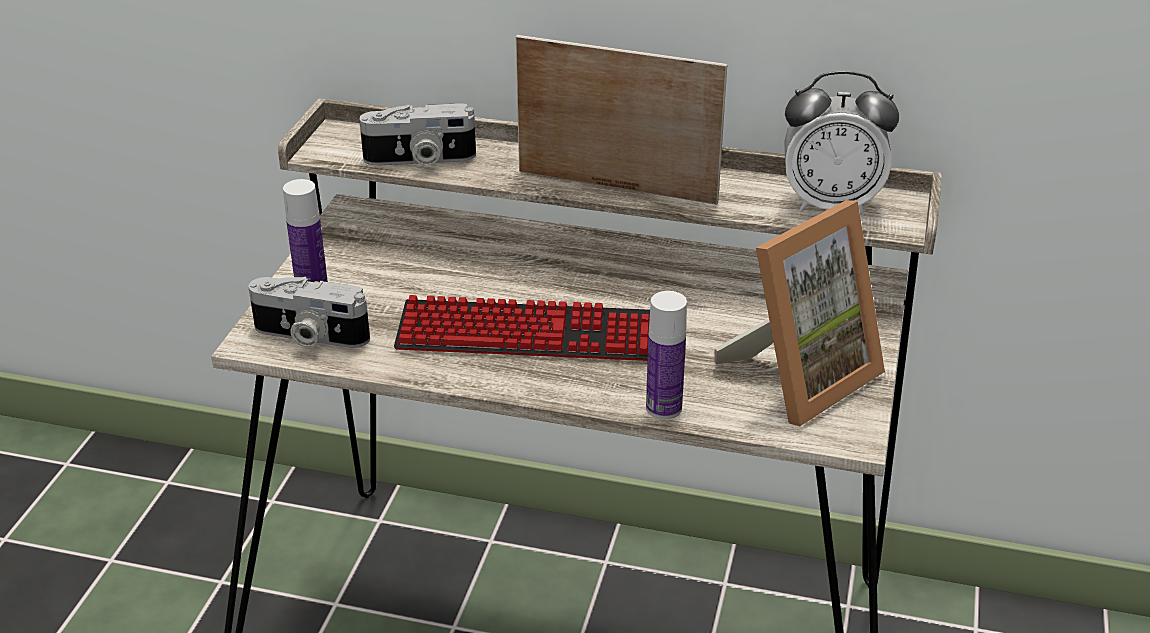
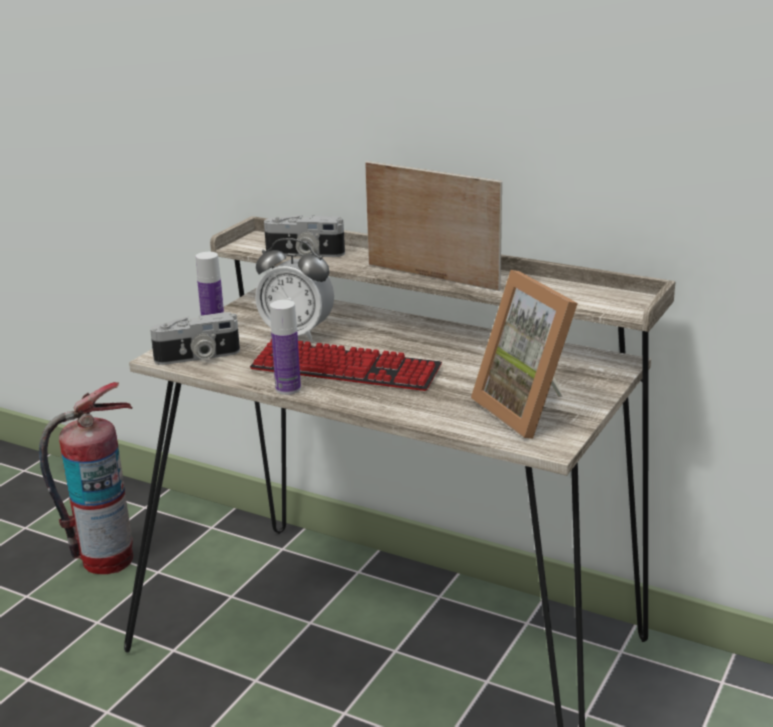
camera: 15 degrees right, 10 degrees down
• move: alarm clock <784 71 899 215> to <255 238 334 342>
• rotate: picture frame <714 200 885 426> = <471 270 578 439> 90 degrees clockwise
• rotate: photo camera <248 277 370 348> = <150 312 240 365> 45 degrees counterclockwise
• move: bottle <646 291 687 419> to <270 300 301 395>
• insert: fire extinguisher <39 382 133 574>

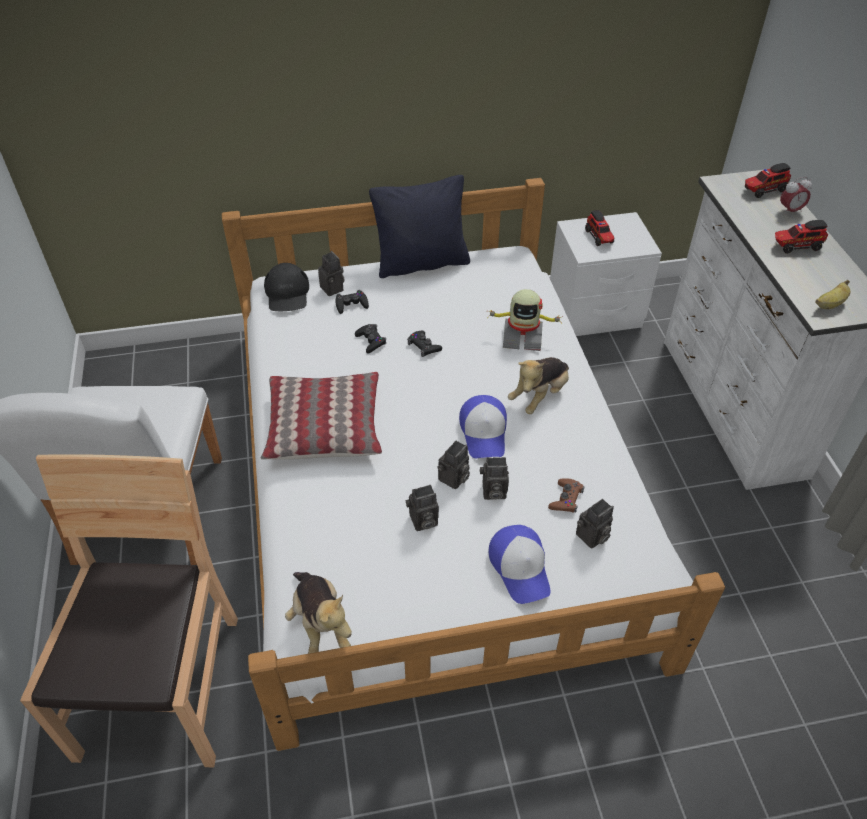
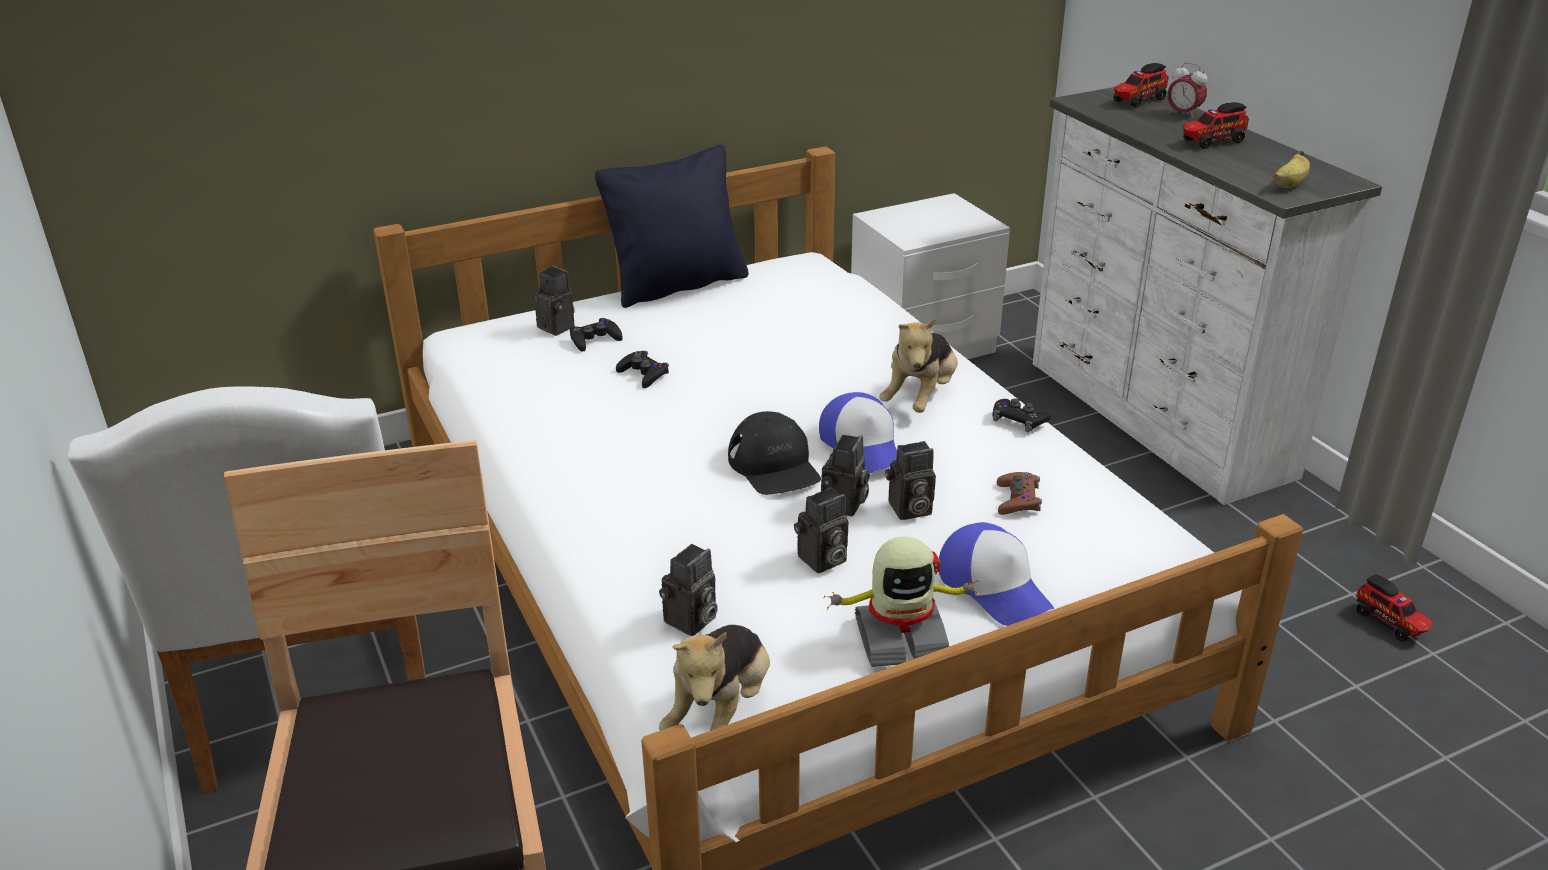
camera: 15 degrees left, 15 degrees down
• rotate: alarm clock <780 177 812 215> = <1167 62 1207 119> 75 degrees clockwise
• move: toy truck <585 210 614 246> to <1356 574 1433 642>
• move: black cap <264 263 309 311> to <728 411 821 495>
• move: toy robot <488 289 563 351> to <824 536 979 667>
• move: black game controller <407 331 442 357> to <993 398 1051 433>
• delete: pillow <261 372 382 460>
• move: photo camera <576 499 614 549> to <659 544 718 636>
• rotate: plush toy <285 572 352 654> = <659 625 770 731> 60 degrees clockwise

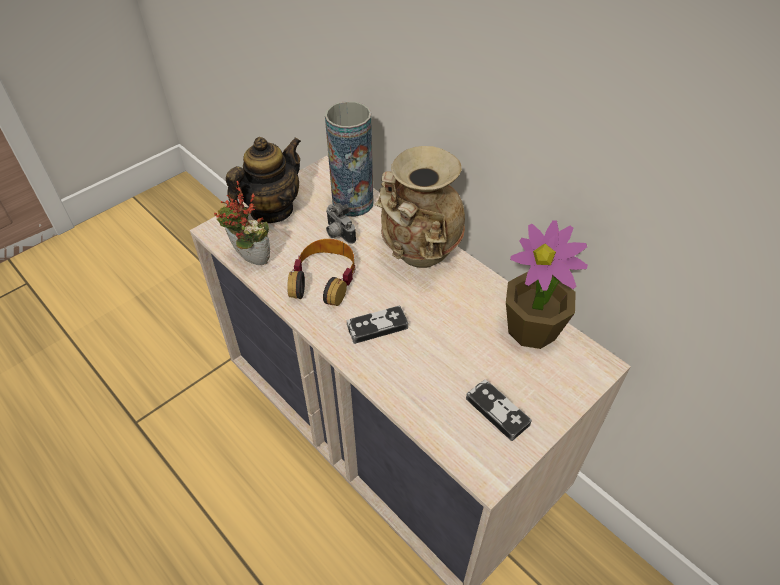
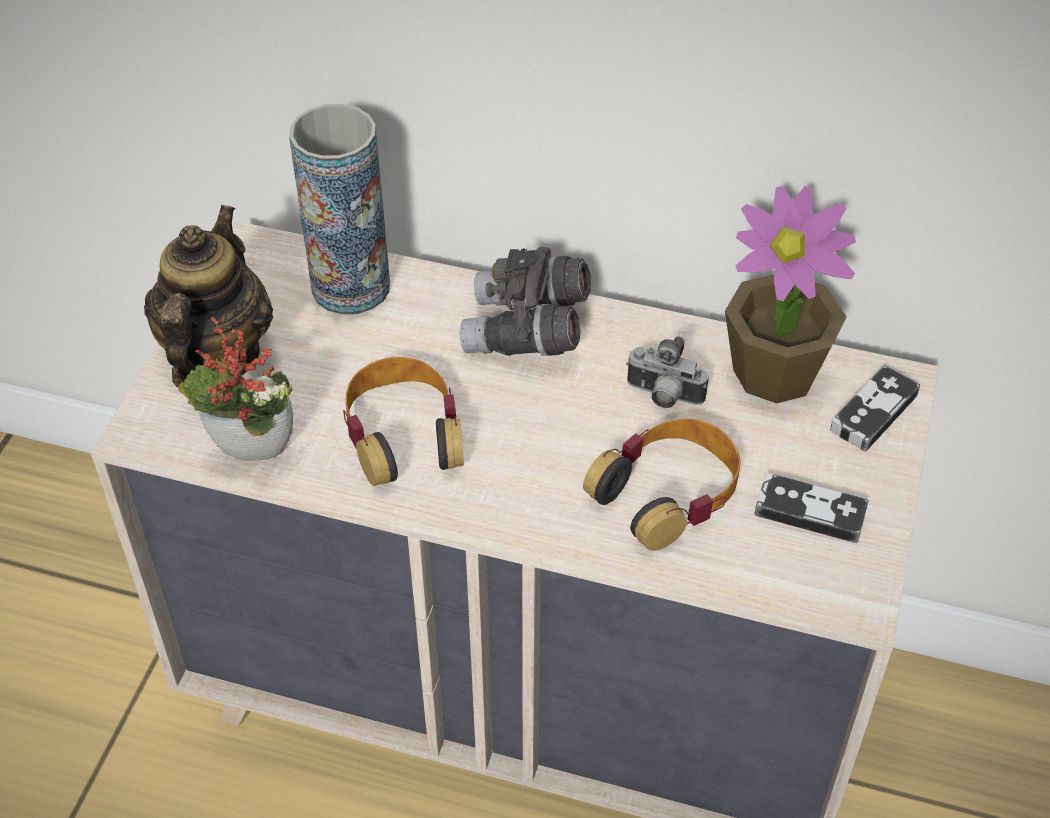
camera: 30 degrees left, 0 degrees up
• replace: beige vase <374 146 465 268> to grey binoculars <459 246 591 356>
• move: photo camera <326 203 356 244> to <626 336 708 408>
• move: game controller <347 305 408 344> to <830 365 920 452>
• insert: headphones <583 419 741 550>

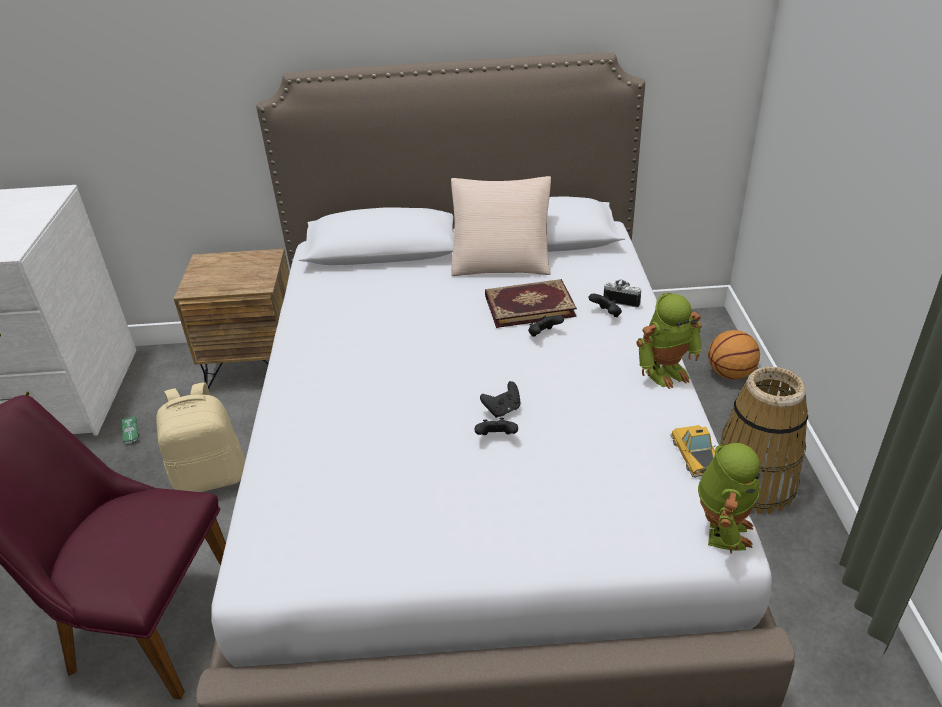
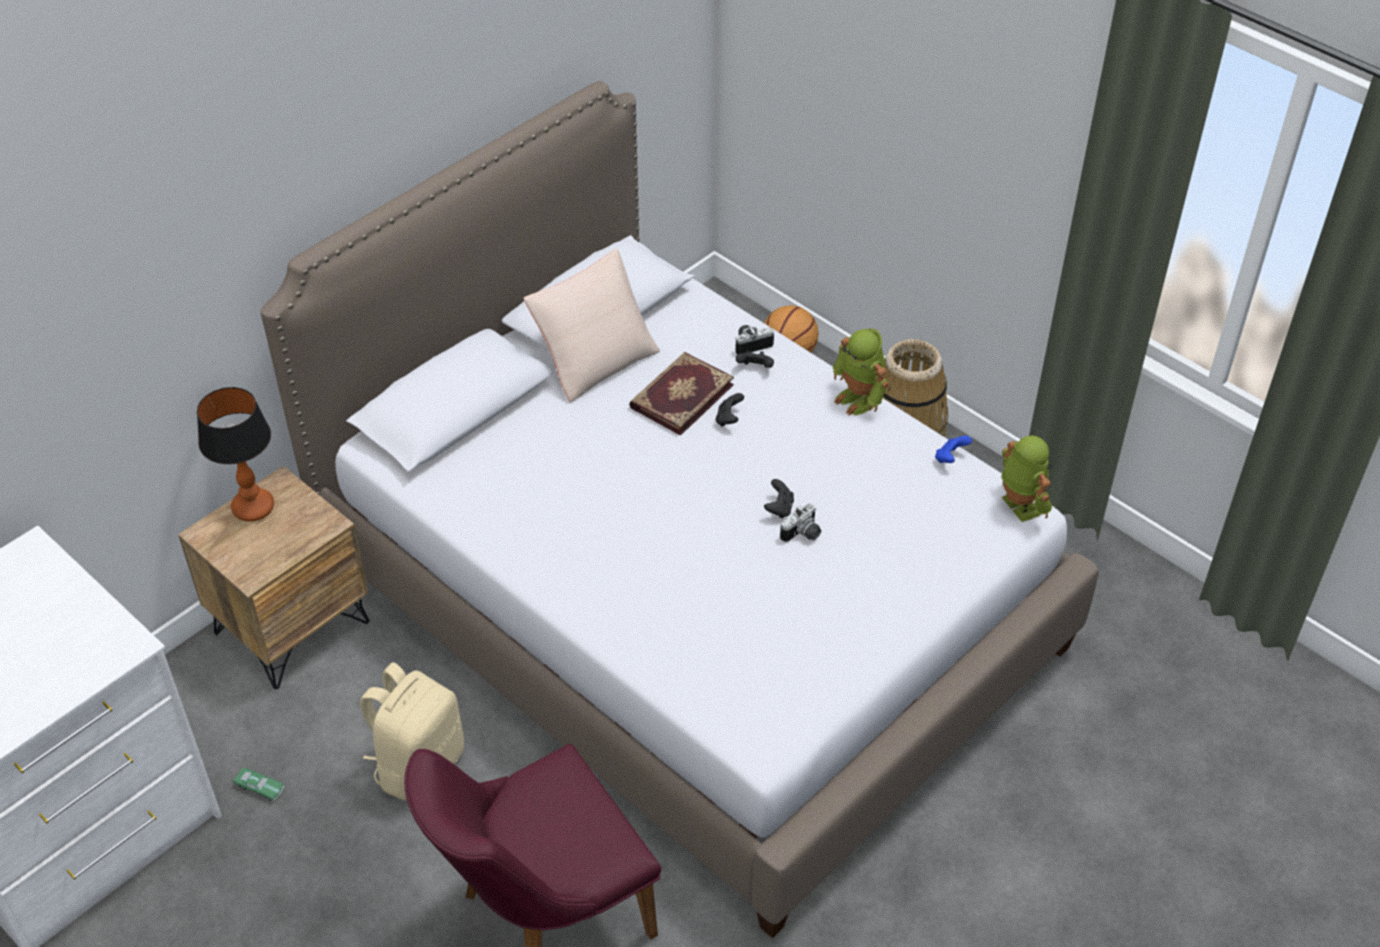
camera: 45 degrees left, 10 degrees up
• rotate: toy robot <636 293 702 389> = <833 328 889 416> 120 degrees clockwise
• replace: black game controller <475 418 518 435> to photo camera <780 503 821 542>
• replace: toy car <670 425 715 478> to blue game controller <935 436 972 463>
• insert: table lamp <197 387 274 522>

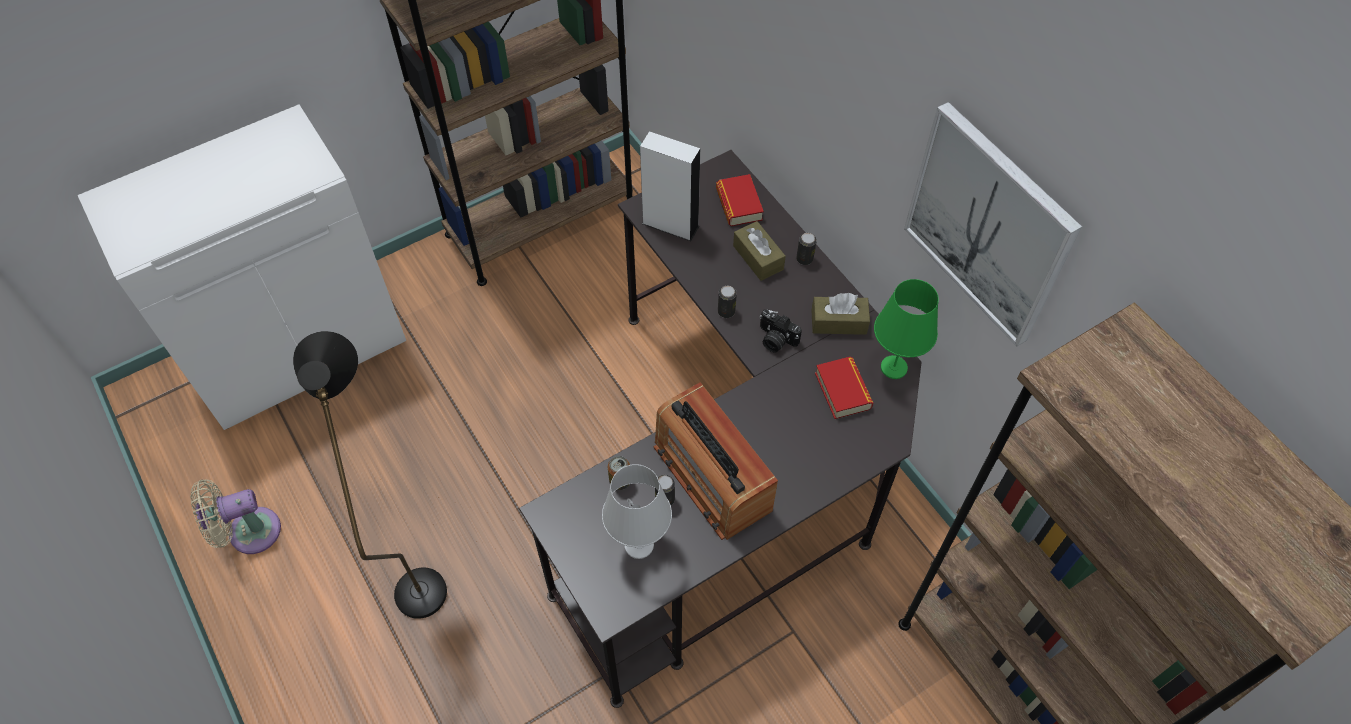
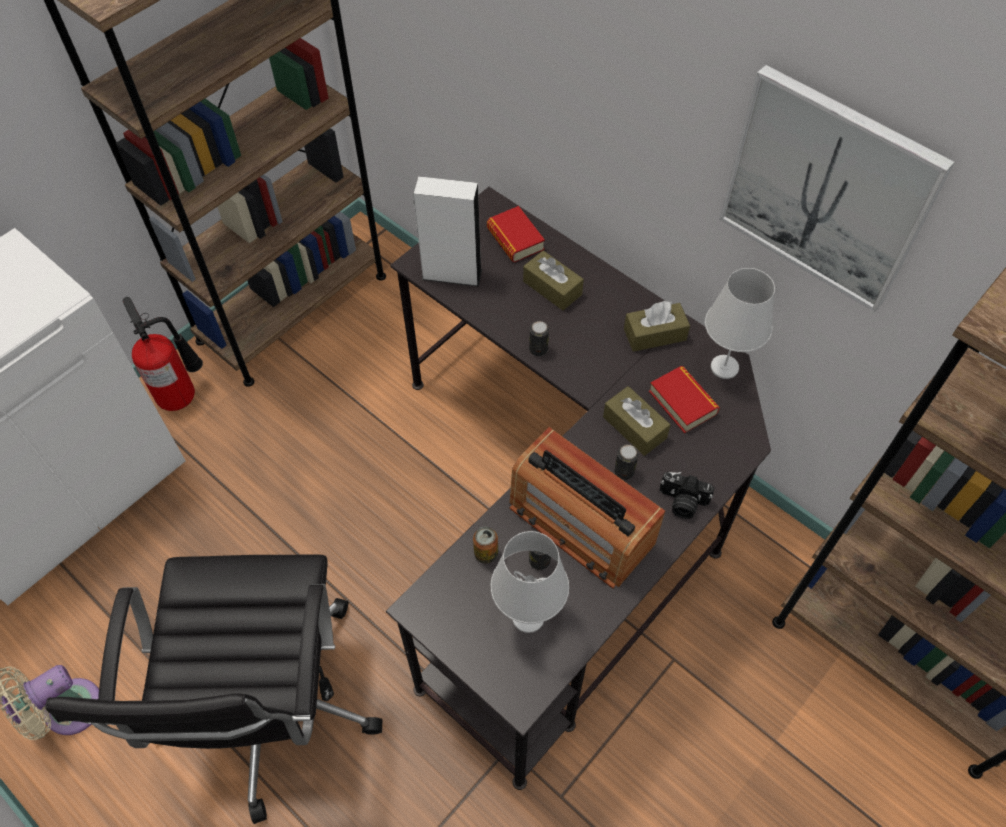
camera: 15 degrees left, 0 degrees up
• move: can <796 233 817 265> to <614 444 639 480>
• recolor: green table lamp <874 279 939 379> to white table lamp <705 268 775 379>
• move: photo camera <760 309 802 353> to <660 472 715 519>
• replace: black floor lamp <293 331 447 619> to black office chair <45 554 382 824>
• insert: fire extinguisher <123 297 203 411>
• insert: brown tissue box <603 386 671 456>

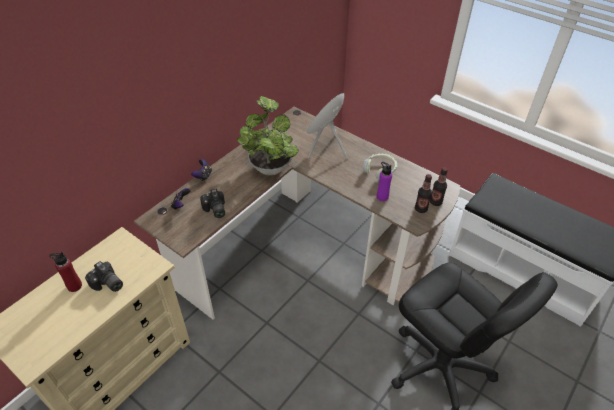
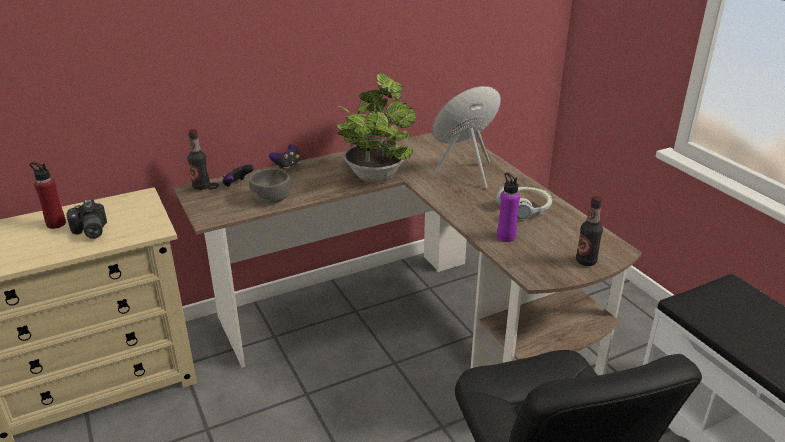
camera: 25 degrees right, 15 degrees down
• move: bottle <415 174 432 213> to <188 129 210 190>
• replace: photo camera <200 189 225 218> to grey bowl <249 169 291 204>

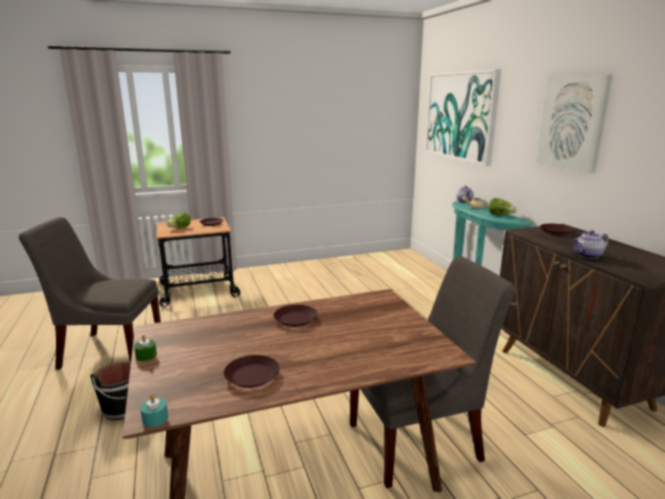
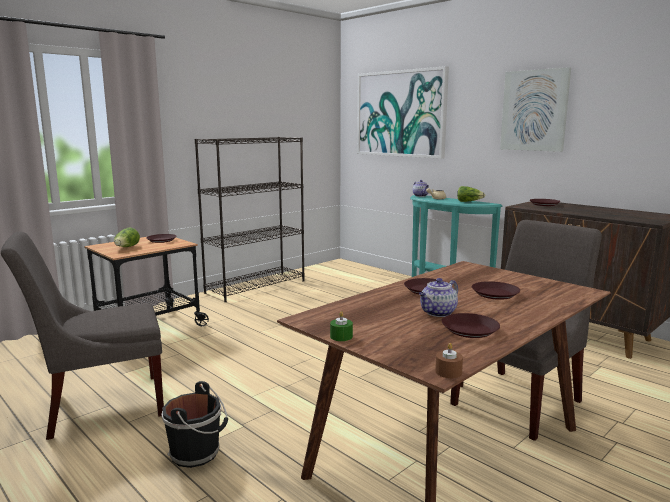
camera: 25 degrees left, 5 degrees down
• move: teapot <573 230 609 259> to <419 278 458 317>
• recolor: turquoise candle <140 394 168 427> to brown candle <435 343 463 378>
• insert: black bookcase <195 137 305 302>
• insert: brown plate <472 281 520 300>

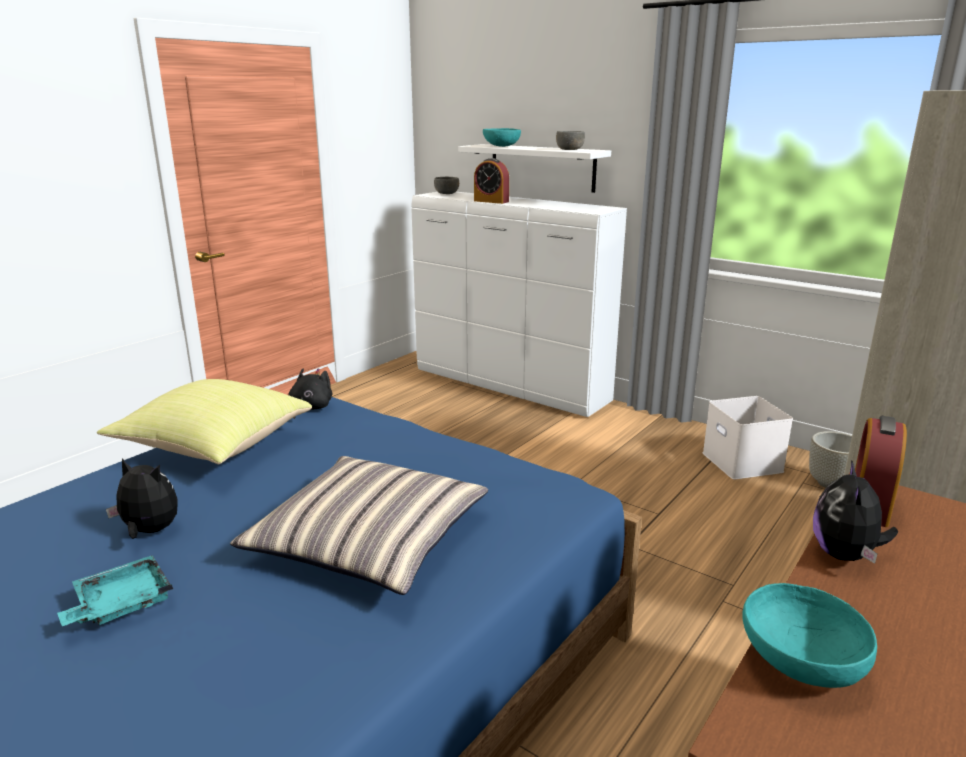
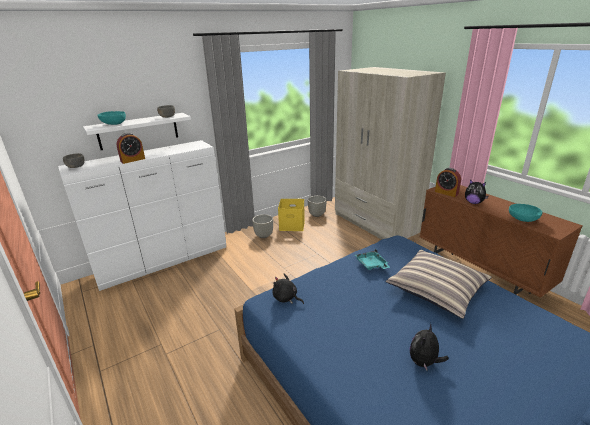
camera: 70 degrees left, 5 degrees up
• delete: yellow pillow <97 379 312 464>
• recolor: white storage box <703 396 793 479> to yellow storage box <278 199 305 231>
• move: turquoise tray <57 555 173 626> to <355 249 390 270>
• insert: grey planter <252 214 273 238>

